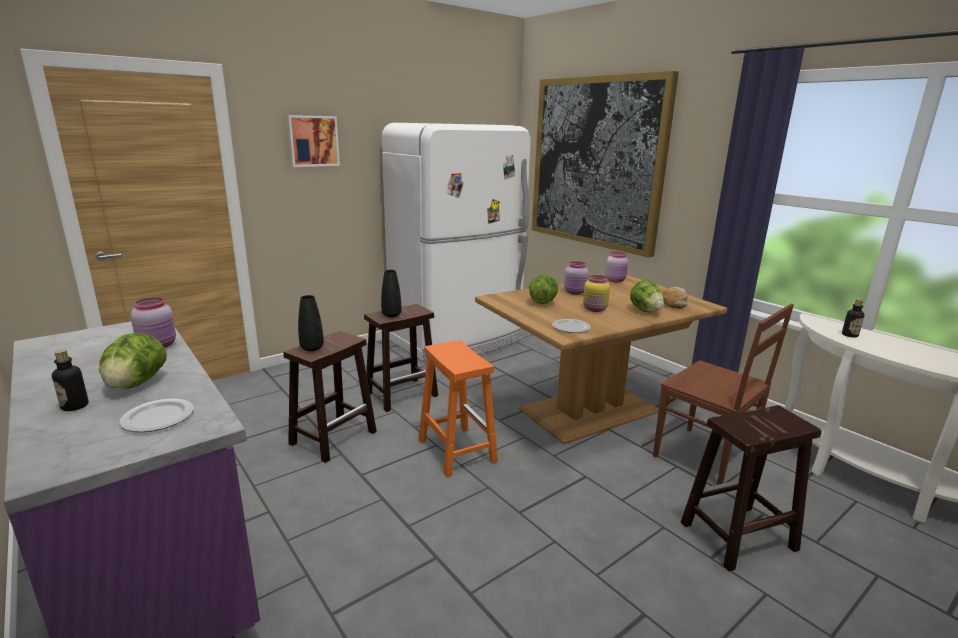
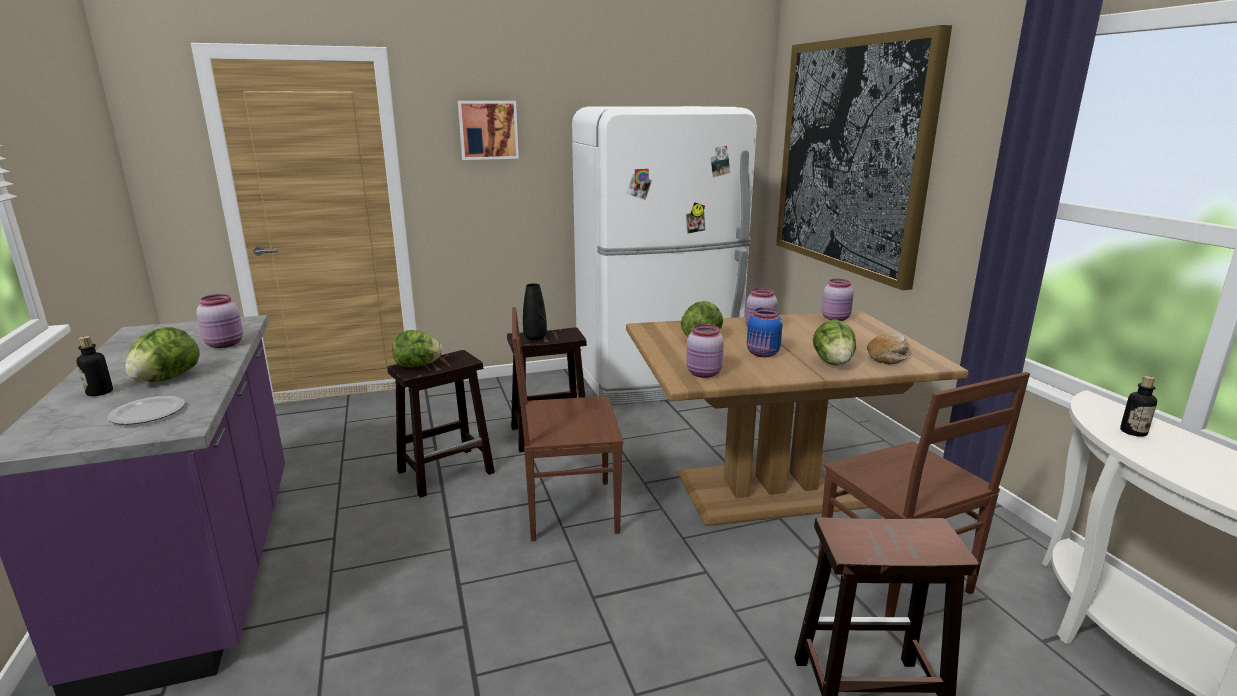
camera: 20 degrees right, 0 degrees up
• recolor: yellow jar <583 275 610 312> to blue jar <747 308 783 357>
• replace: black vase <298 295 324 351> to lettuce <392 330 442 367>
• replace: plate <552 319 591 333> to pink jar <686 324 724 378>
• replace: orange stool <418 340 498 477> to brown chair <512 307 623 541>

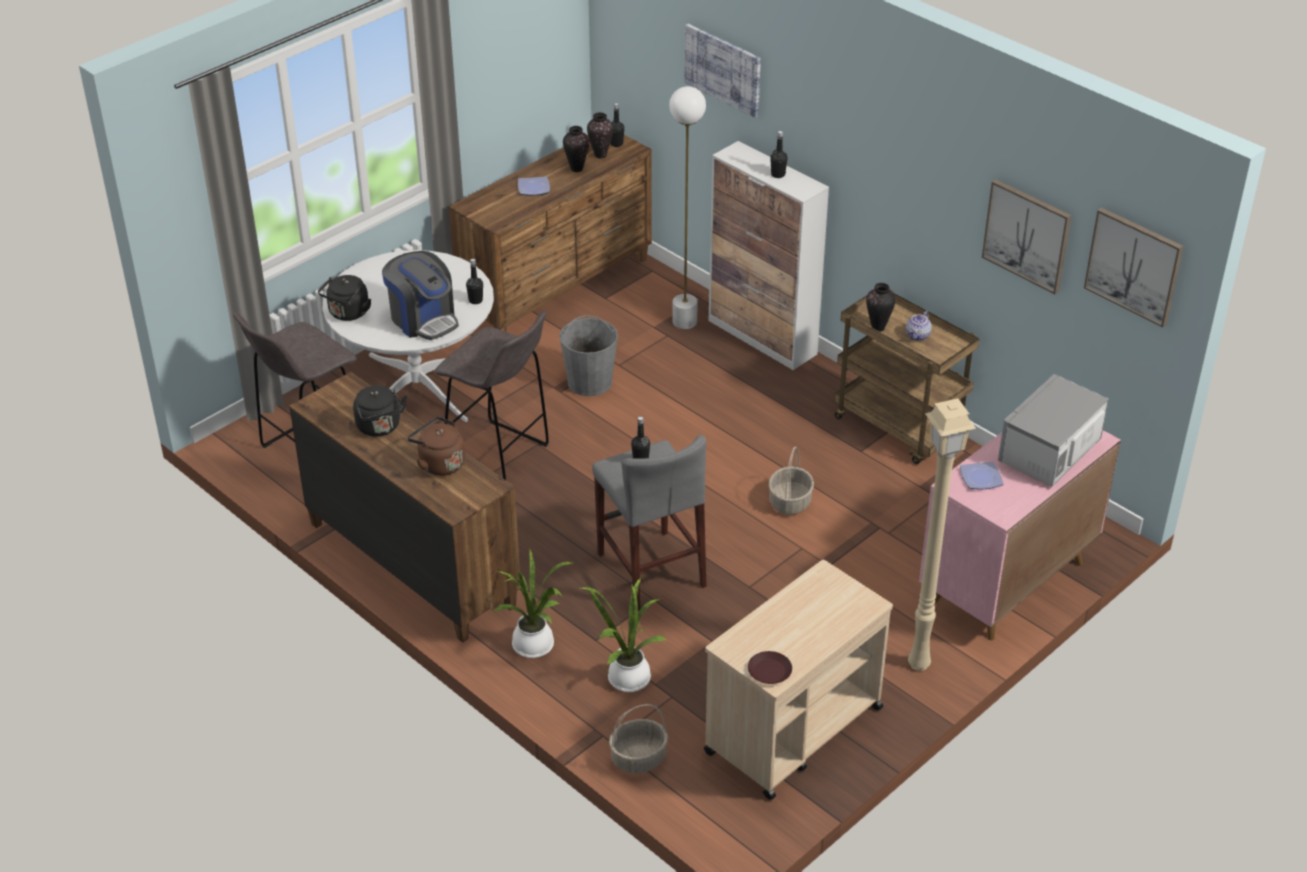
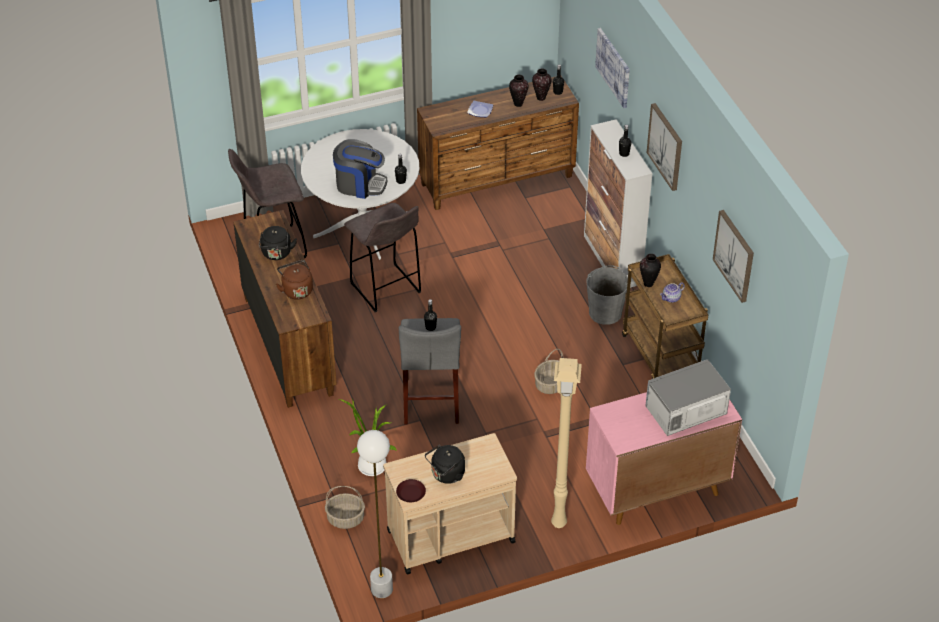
camera: 25 degrees right, 5 degrees up
• move: white floor lamp <669 86 706 329> to <357 430 393 598>
• move: picture <1084 208 1184 328> to <647 103 682 191>
• rotate: coffee machine <382 251 459 340> = <333 139 387 199> 60 degrees counterclockwise
• move: black kettle <318 275 372 321> to <425 445 465 484>
• move: grey bucket <559 315 618 396> to <586 265 628 325>
• delete: plate <960 462 1004 490>
• delete: potted plant <493 548 574 658>

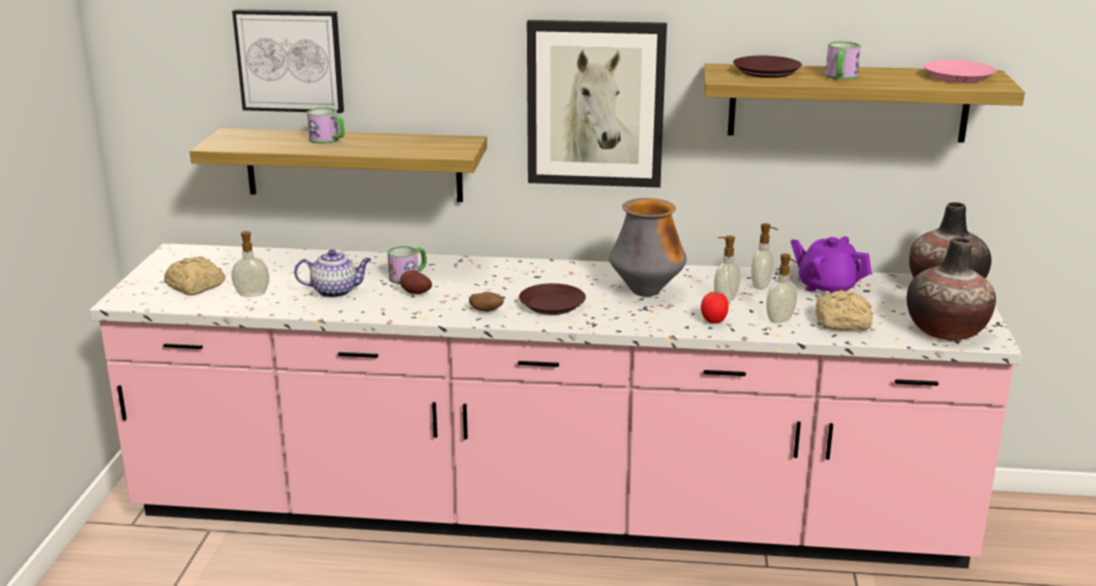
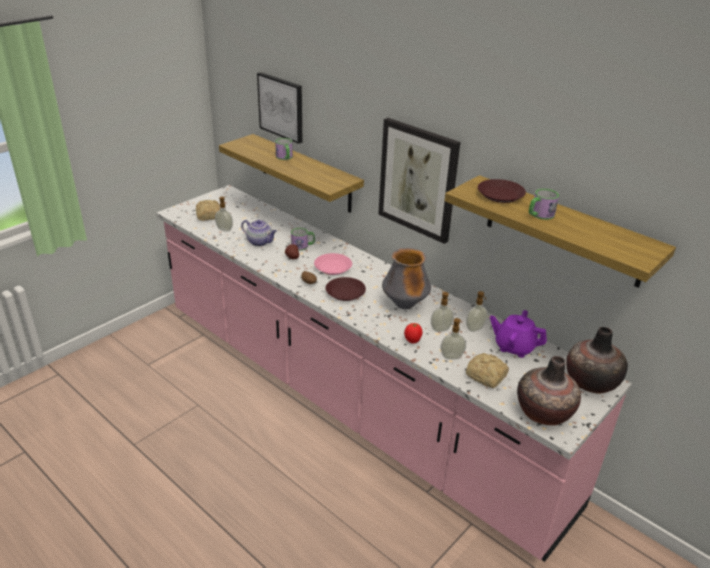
camera: 35 degrees right, 10 degrees up
• move: pink plate <924 60 996 83> to <314 253 352 275>
• rotate: purple teapot <790 236 872 293> = <490 310 547 358> 45 degrees counterclockwise

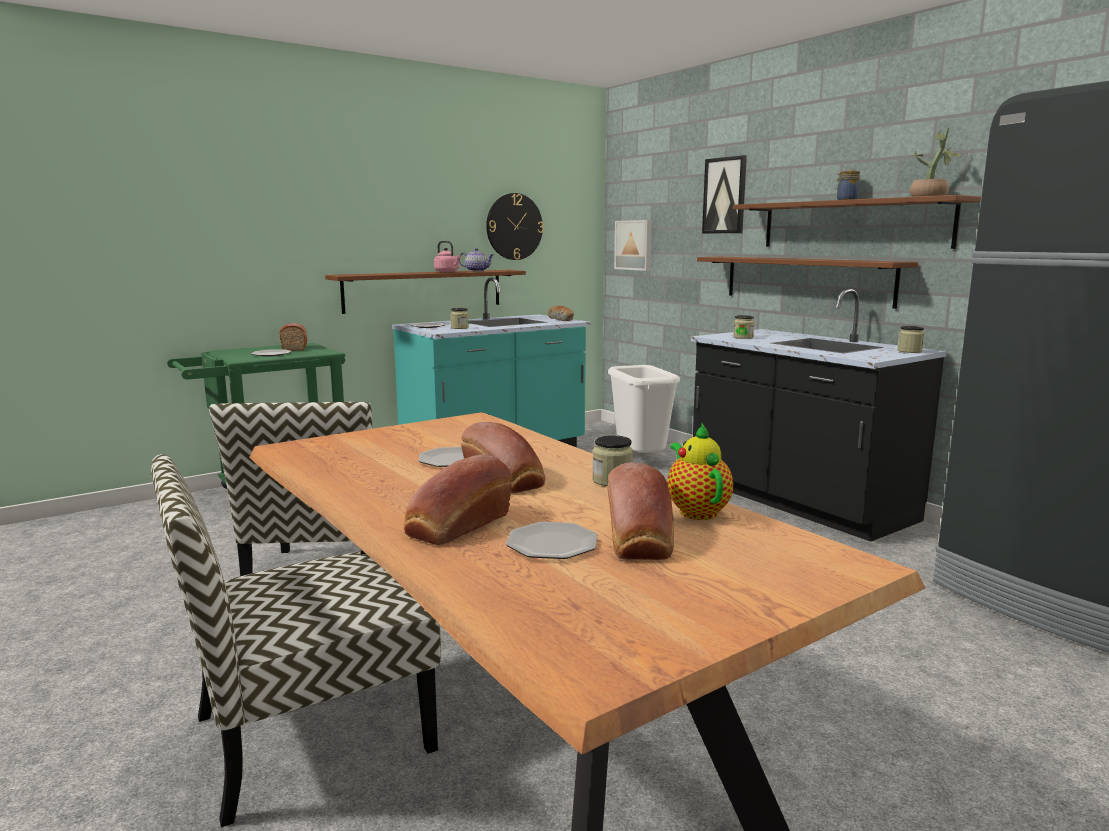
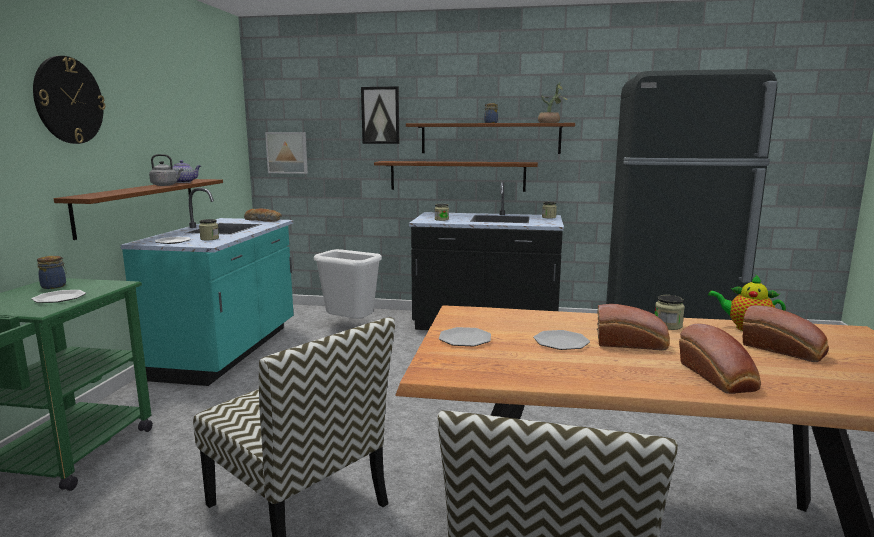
camera: 45 degrees left, 0 degrees up
• move: wall clock <486 193 544 260> to <33 56 105 144>
• recolor: pink kettle <434 241 461 272> to grey kettle <149 154 183 186>
• replace: bread <279 323 307 351> to jar <37 256 66 289>
• move: plate <506 522 598 559> to <439 327 491 346>

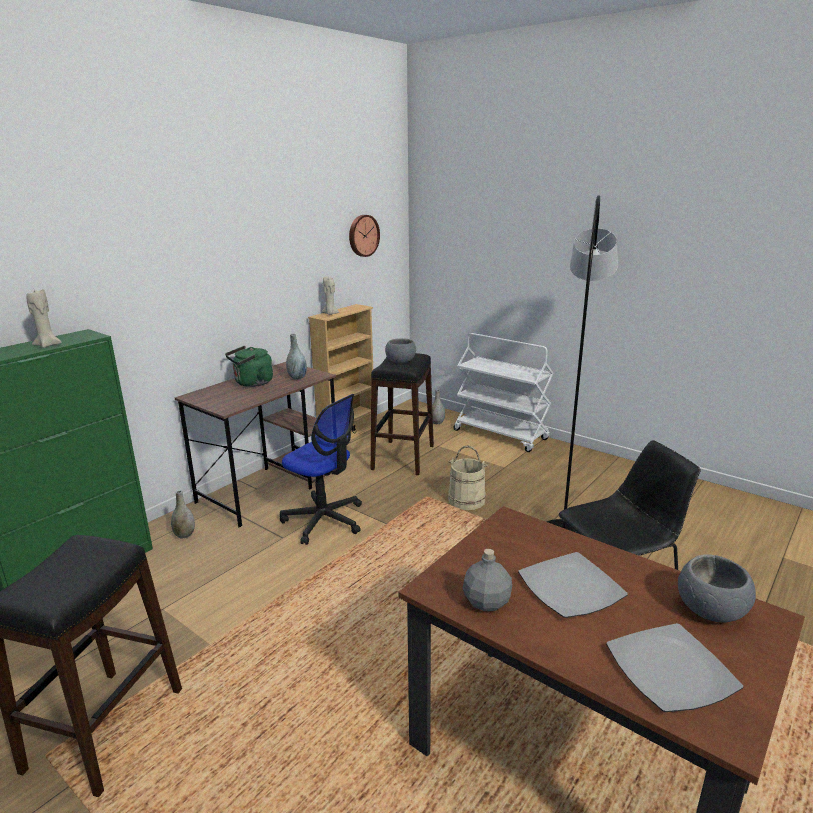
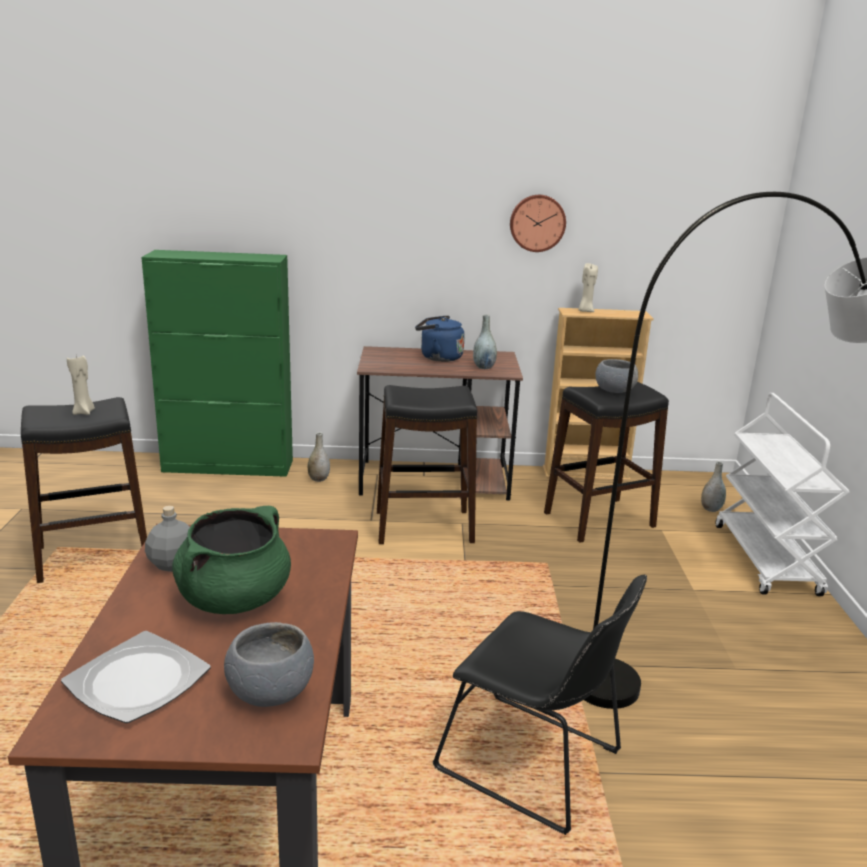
camera: 50 degrees right, 0 degrees up
• move: wall clock <349 215 380 257> to <510 195 566 252>
• move: beige candle <26 289 62 348> to <67 355 95 415>
• recolor: green kettle <225 346 273 387> to blue kettle <415 315 465 362>
• replace: office chair <280 394 362 545> to black stool <377 385 477 544>
• delete: beige bucket <448 445 488 510>
• replace: plate <518 552 628 618> to green cooking pot <172 506 291 614>

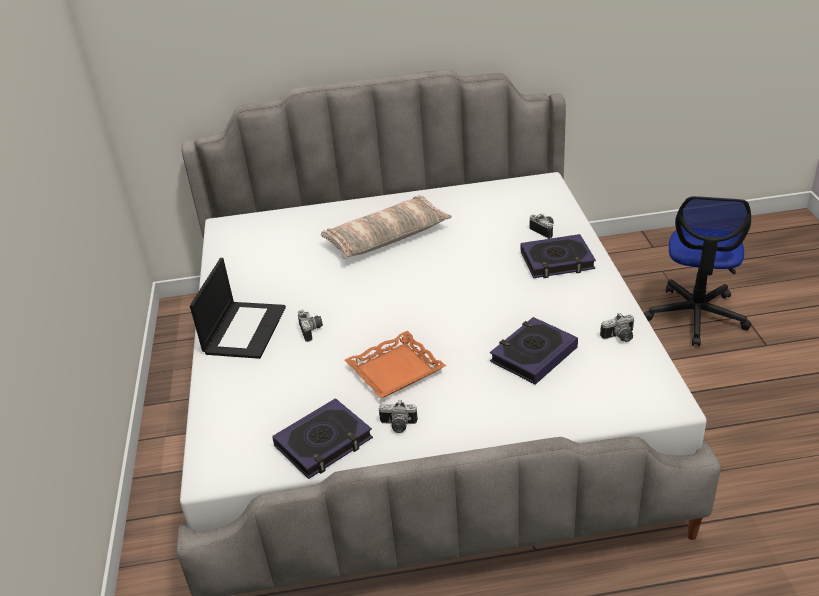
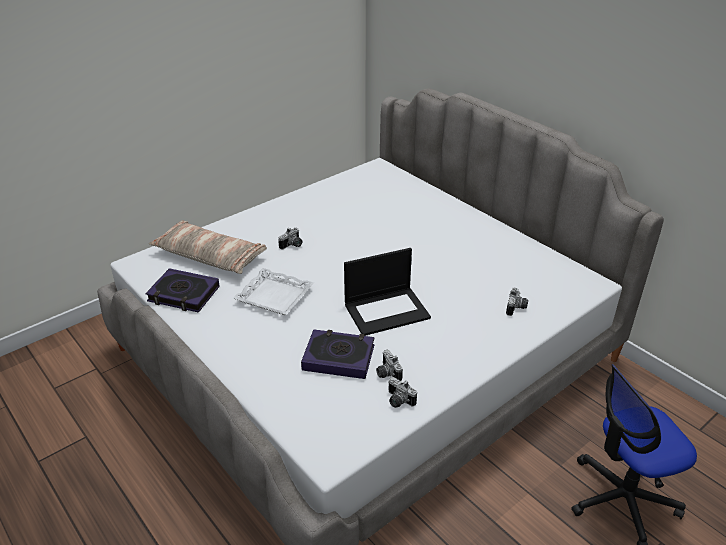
camera: 55 degrees right, 0 degrees up
• move: pillow <321 195 452 259> to <149 220 267 274>
• delete: book <521 234 596 278>
• move: laptop <190 258 286 359> to <344 248 431 336>
• recolor: orange tray <344 331 446 398> to white tray <233 268 314 315>
• move: photo camera <379 400 418 433> to <376 350 403 381>

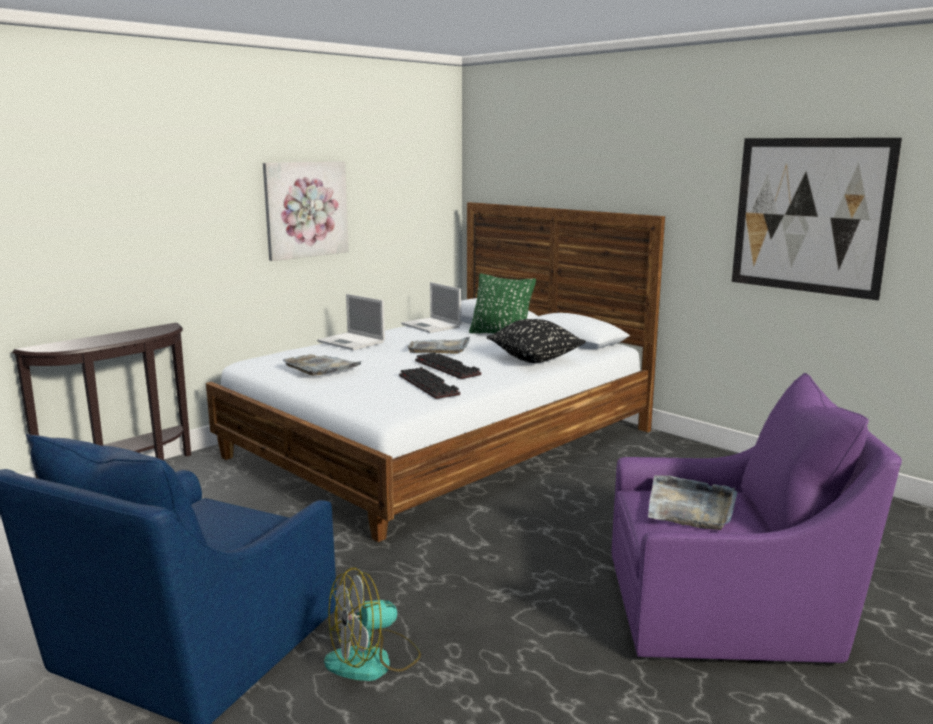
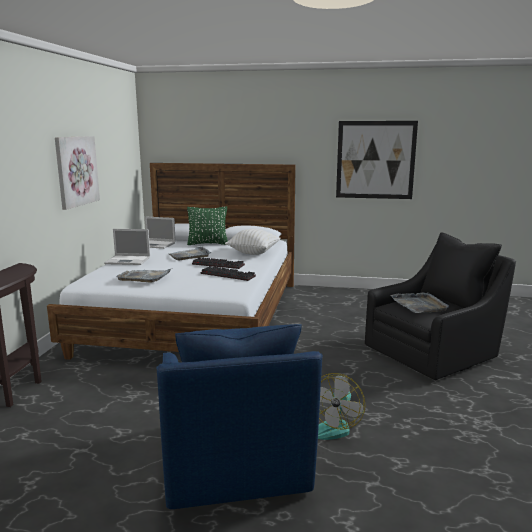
camera: 35 degrees left, 0 degrees up
• recolor: black pillow <487 319 586 363> to white pillow <225 229 281 255>
• recolor: purple armchair <611 373 902 663> to black armchair <365 232 516 380>

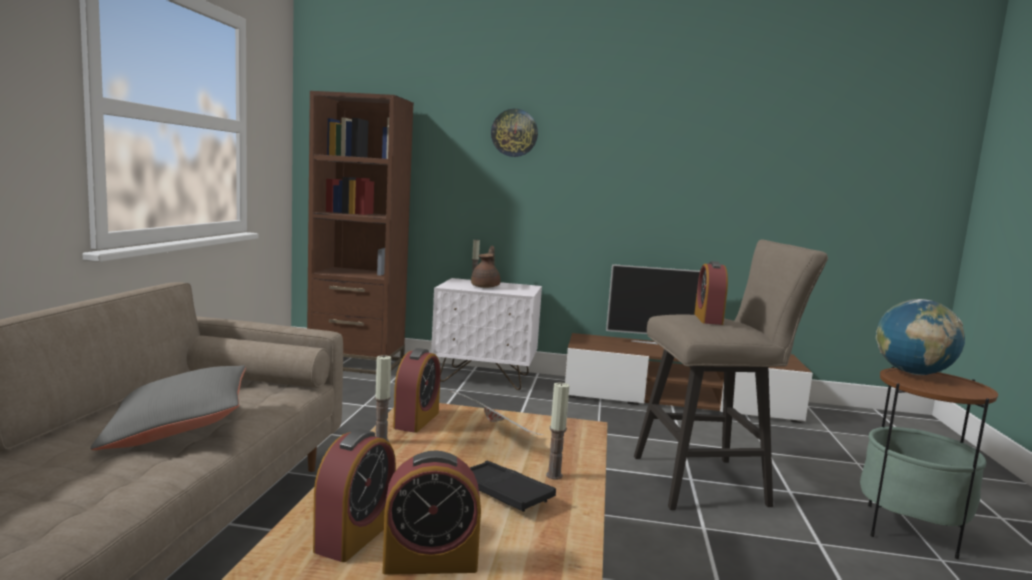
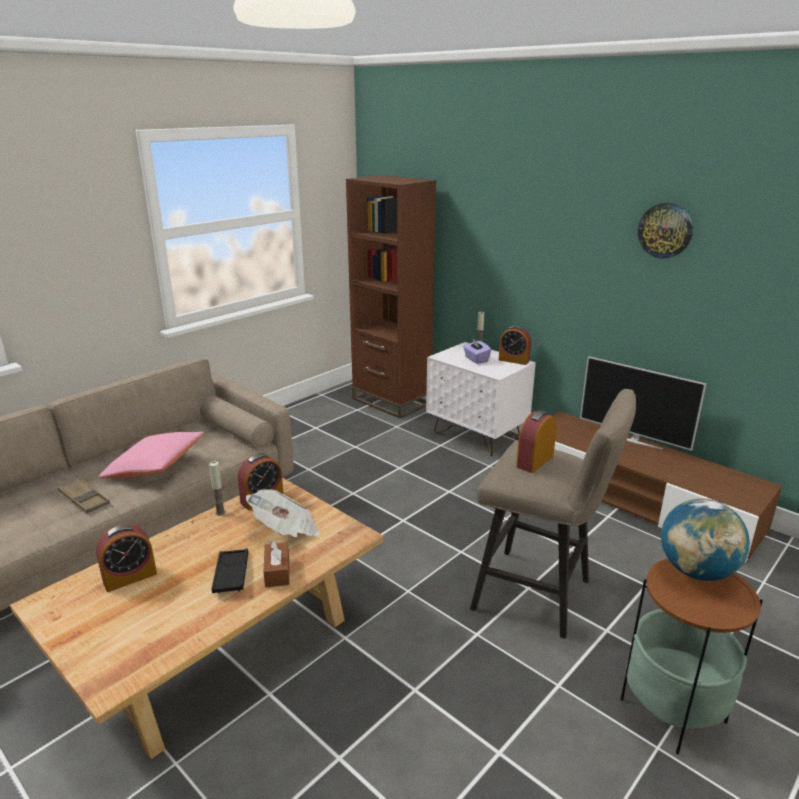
camera: 35 degrees right, 15 degrees up
• move: wall clock <491 109 538 157> to <638 203 693 259>
• replace: brown teapot <471 246 500 288> to purple tissue box <463 338 491 364>
• recolor: grey pillow <91 365 246 450> to pink pillow <99 432 204 478>
• replace: candle <546 382 569 480> to brown tissue box <263 540 289 587>
• move: alarm clock <382 450 481 575> to <499 325 531 365>
• insert: brown tray <58 478 110 513>

